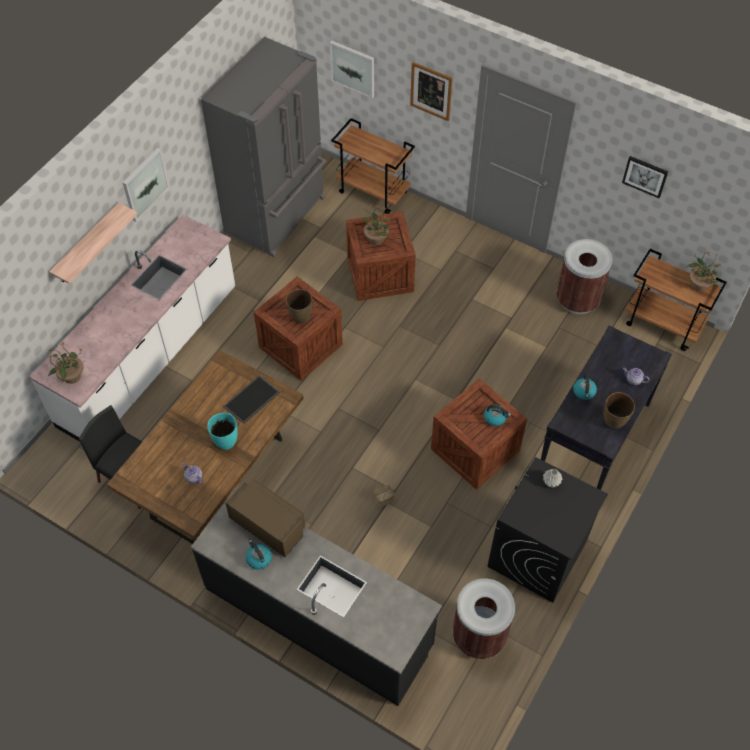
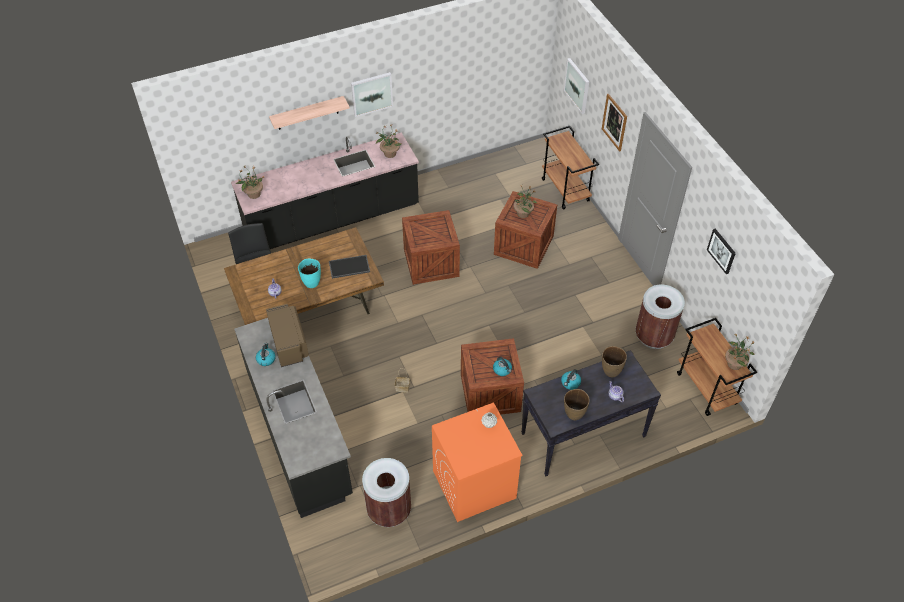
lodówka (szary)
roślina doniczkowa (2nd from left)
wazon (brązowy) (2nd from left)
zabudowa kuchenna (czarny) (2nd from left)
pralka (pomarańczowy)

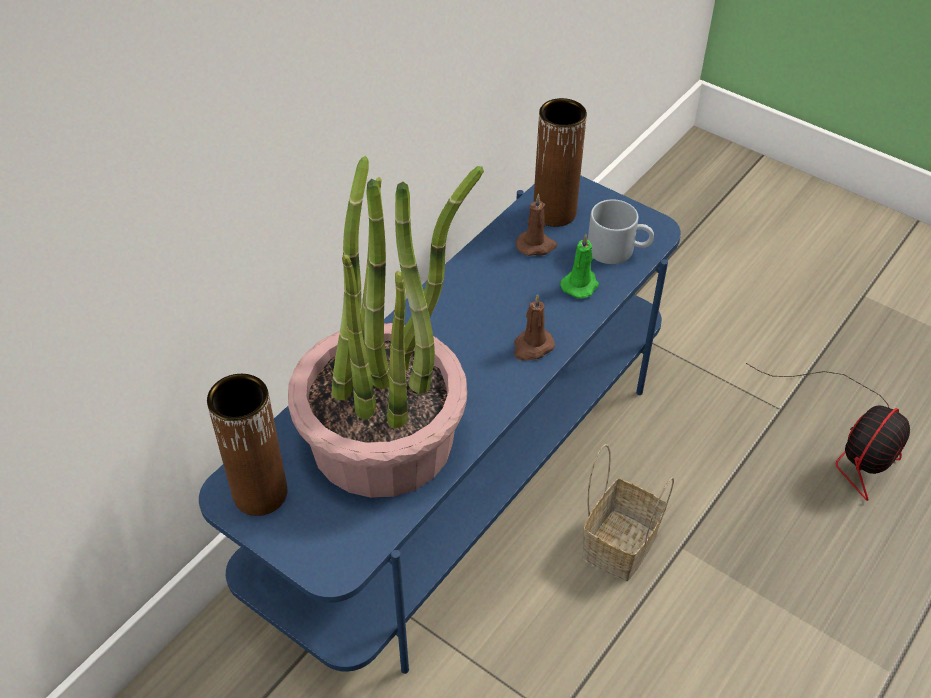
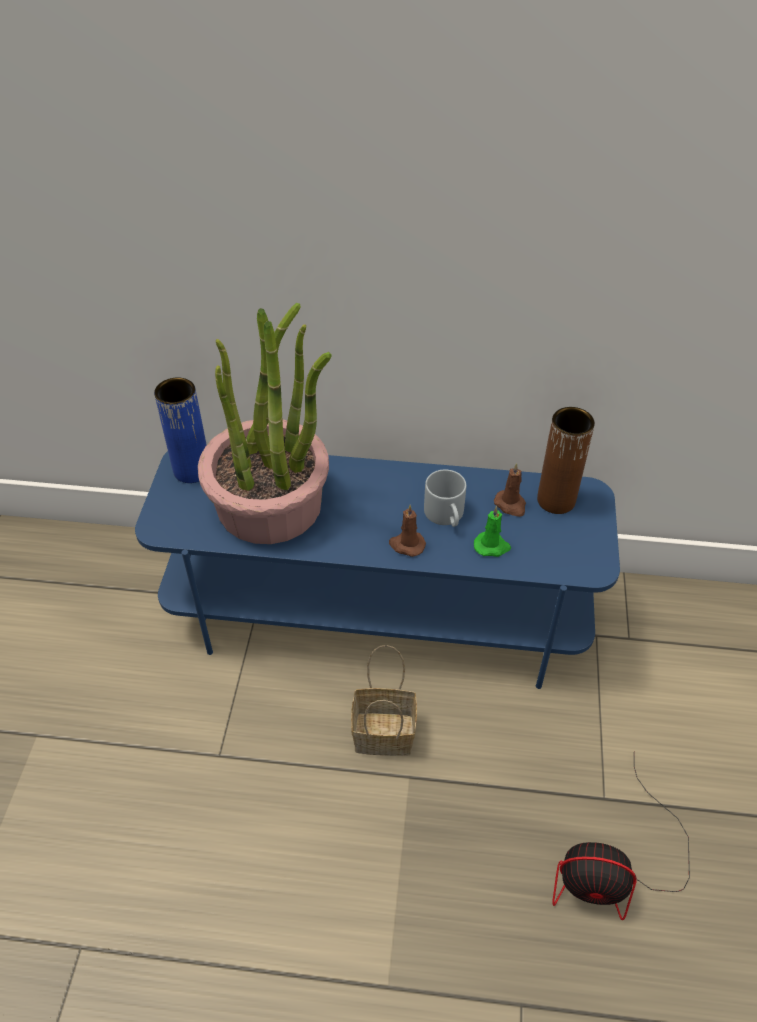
kubek (szary)
wazon (niebieski)

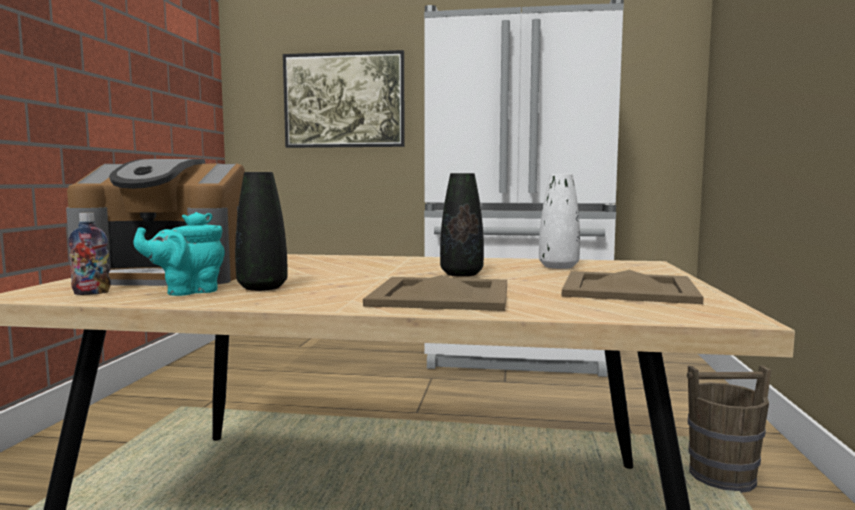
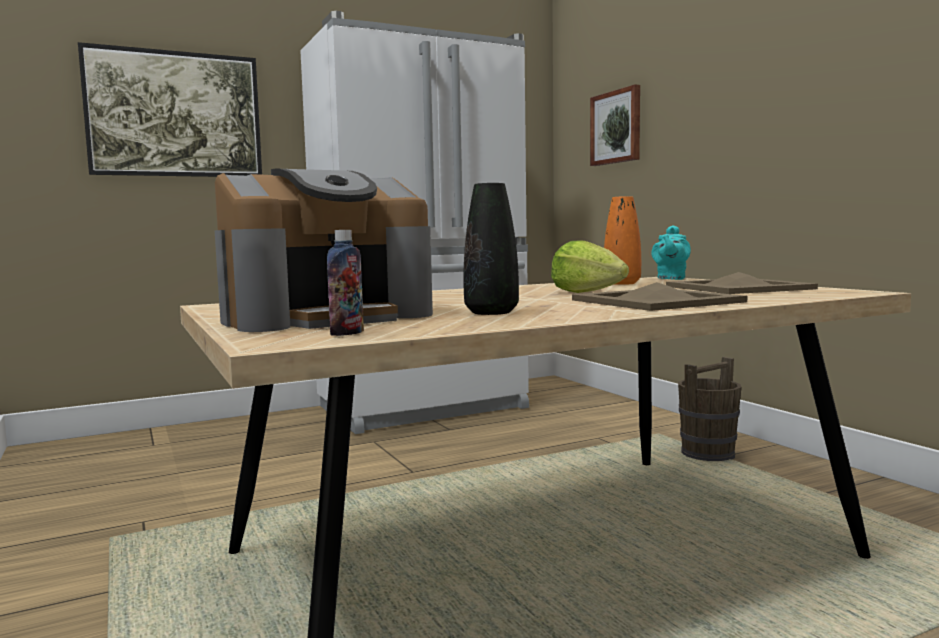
obraz (2nd from left)
imbryk (turkusowy)
sałata
wazon (pomarańczowy)

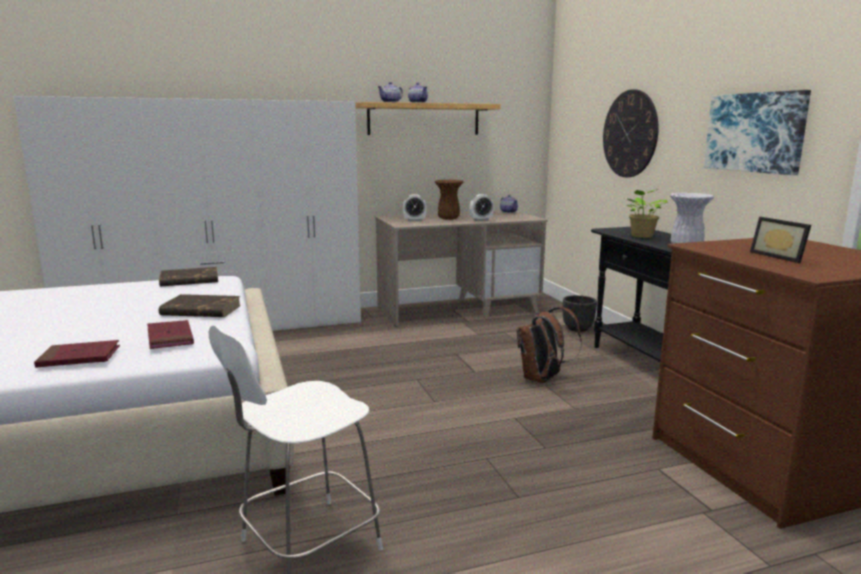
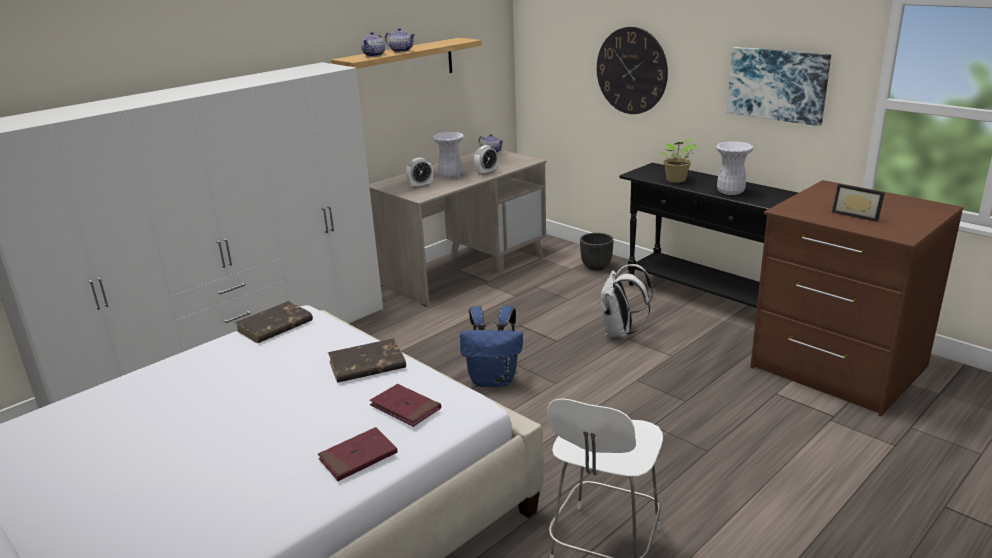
plecak (niebieski)
wazon (biały) (1st from left)
plecak (biały)

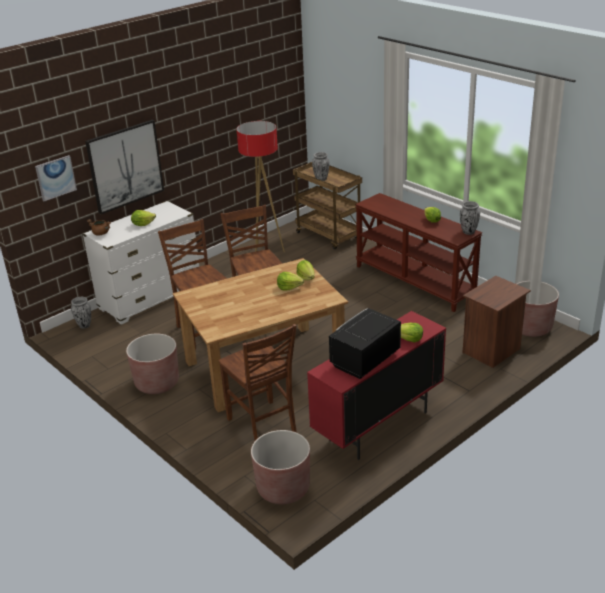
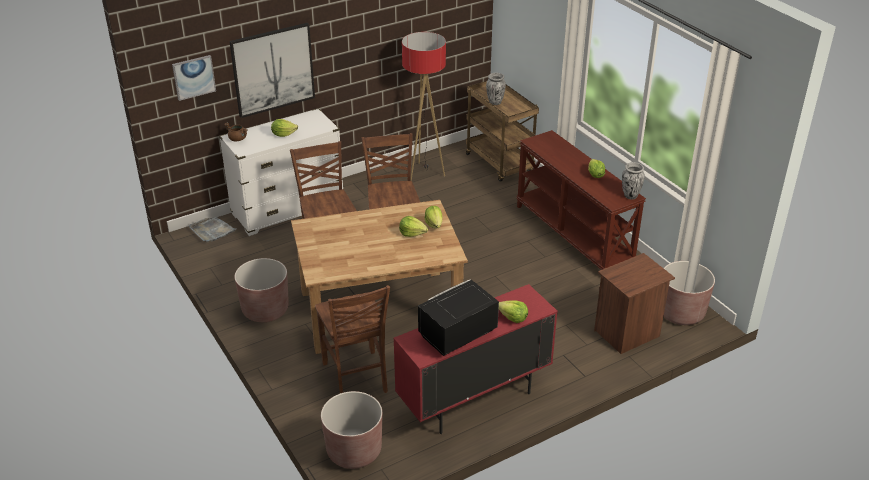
taca (szary)

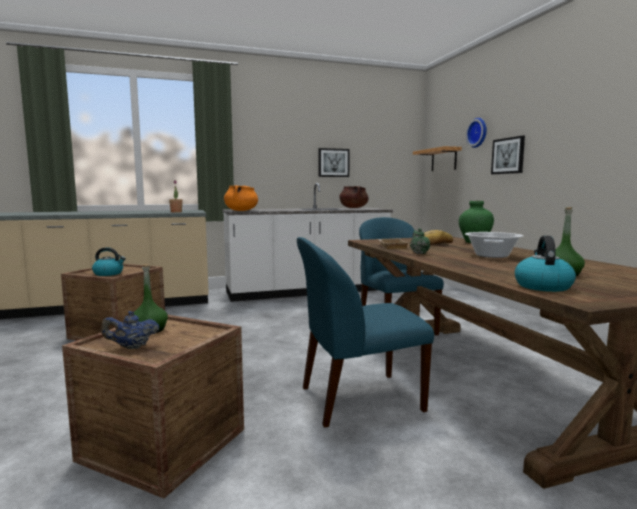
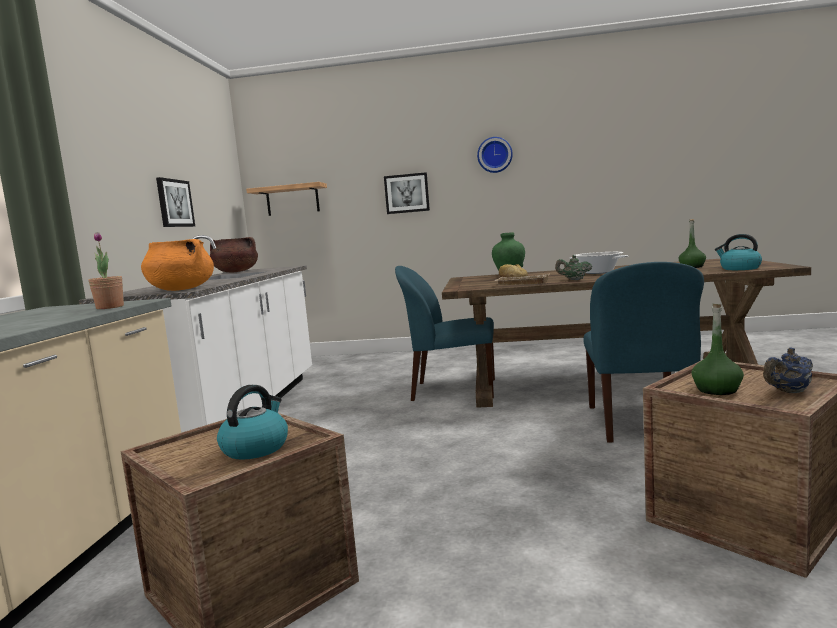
zegar ścienny
imbryk (niebieski)

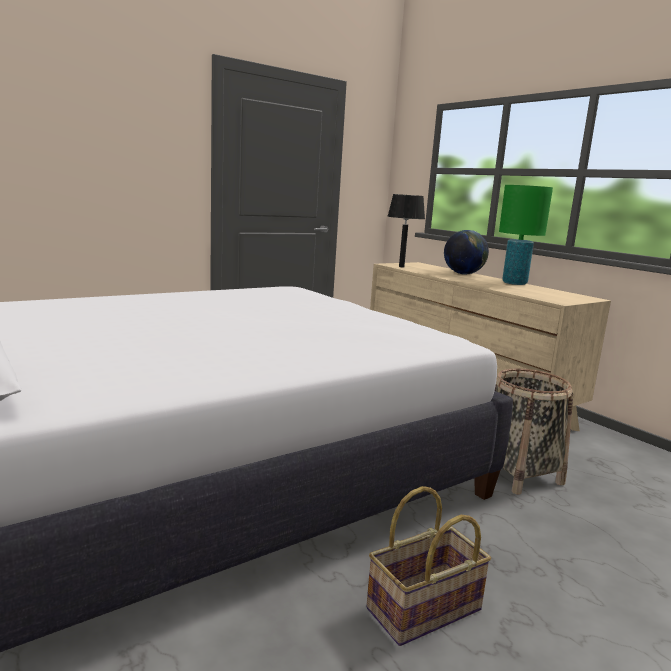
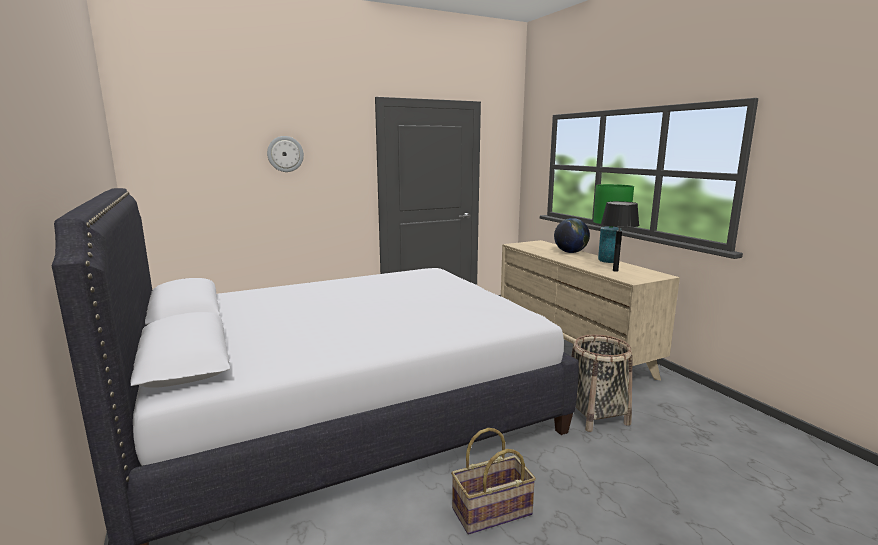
zegar ścienny
lampa stołowa (czarny)

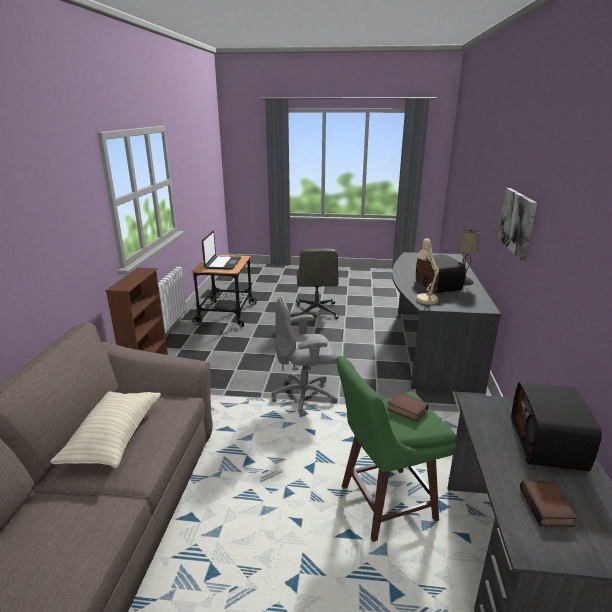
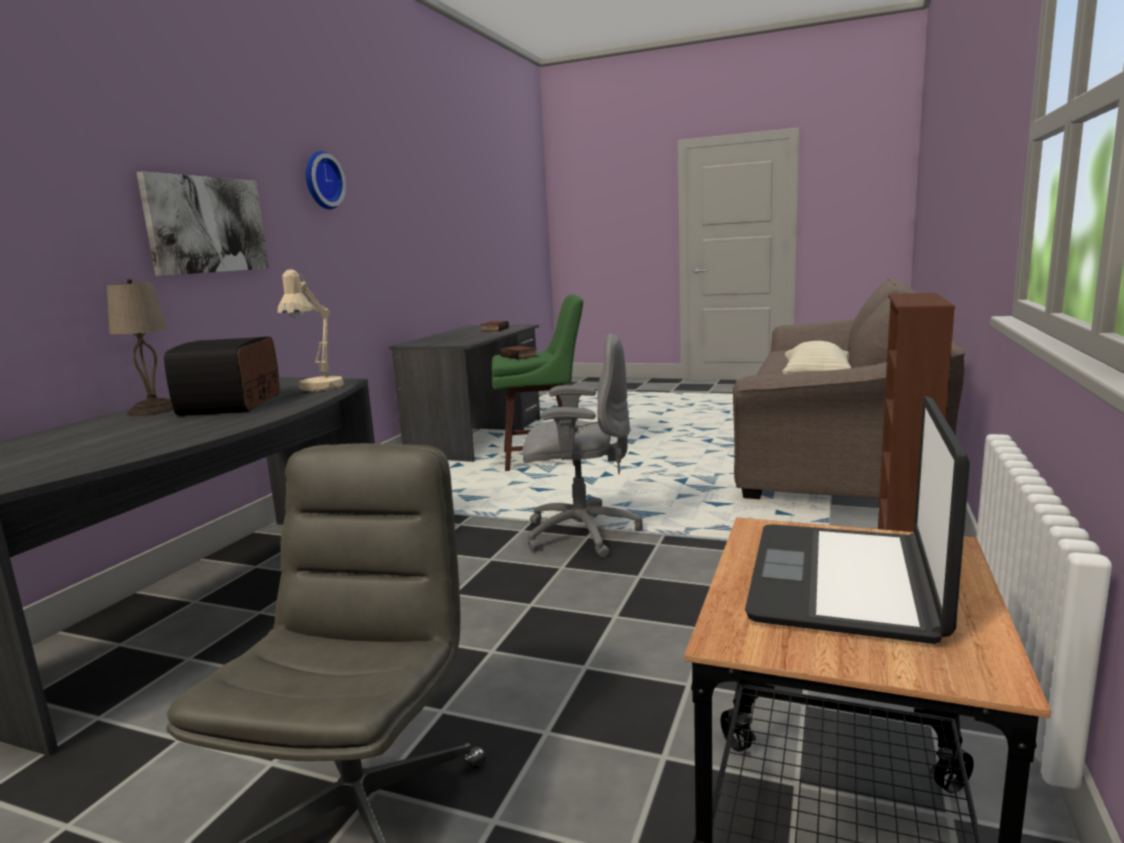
radio (2nd from left in the first image)
zegar ścienny

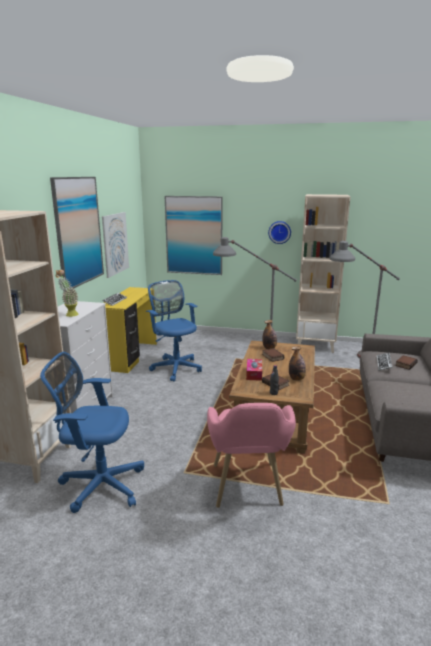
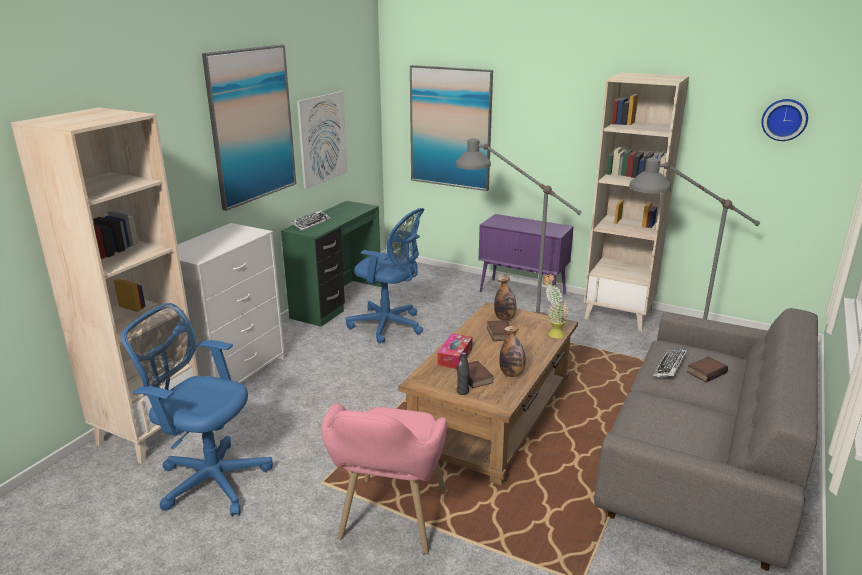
szafka (fioletowy)
roślina doniczkowa
zegar ścienny
biurko (zielony)
krzesło biurowe (niebieski) (2nd from left)

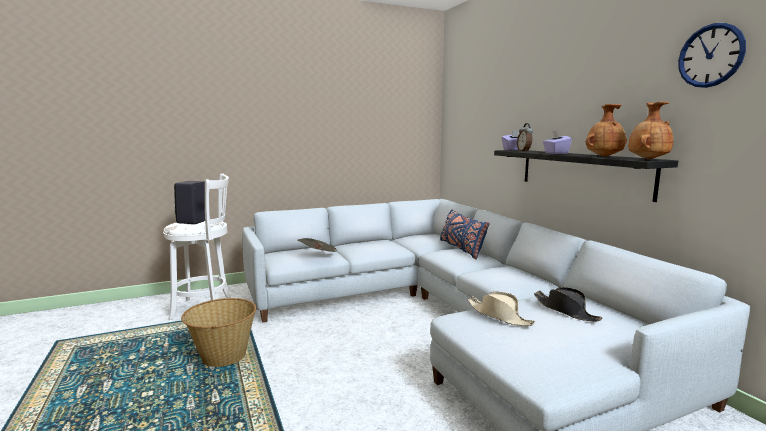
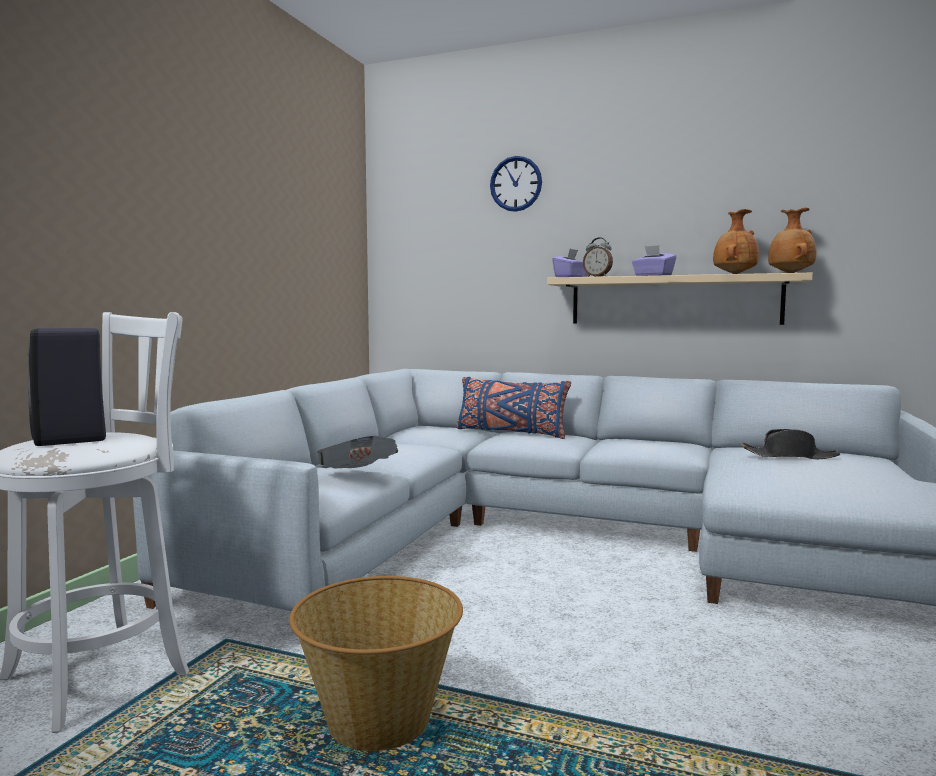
kapelusz (beżowy)
zegar ścienny
półka (beżowy)

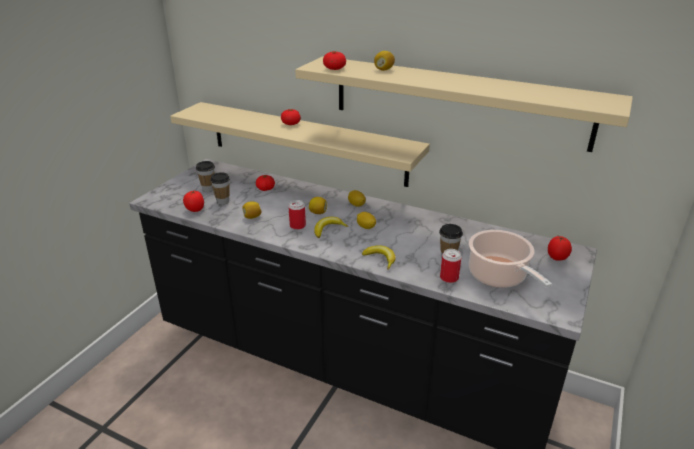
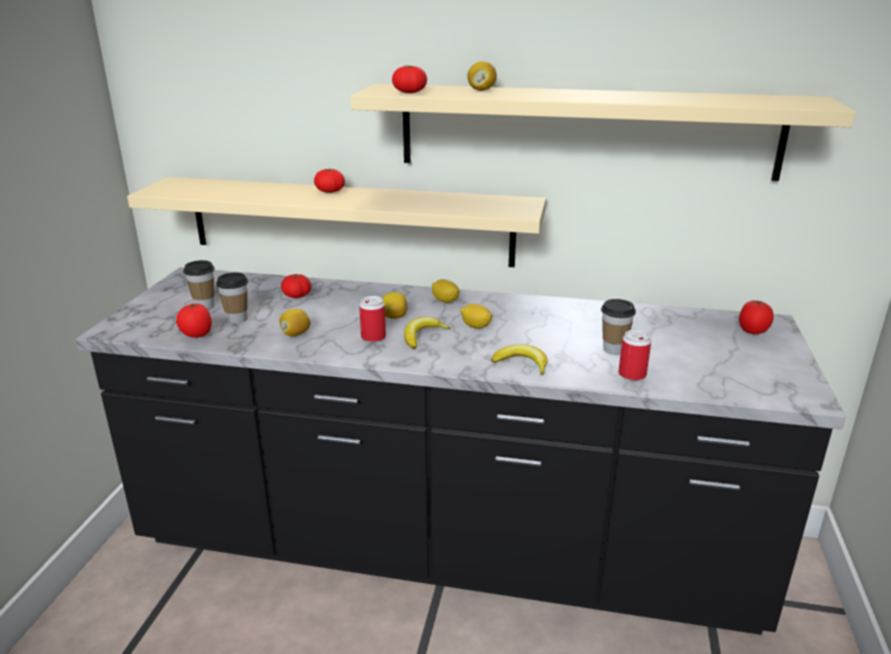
garnek

